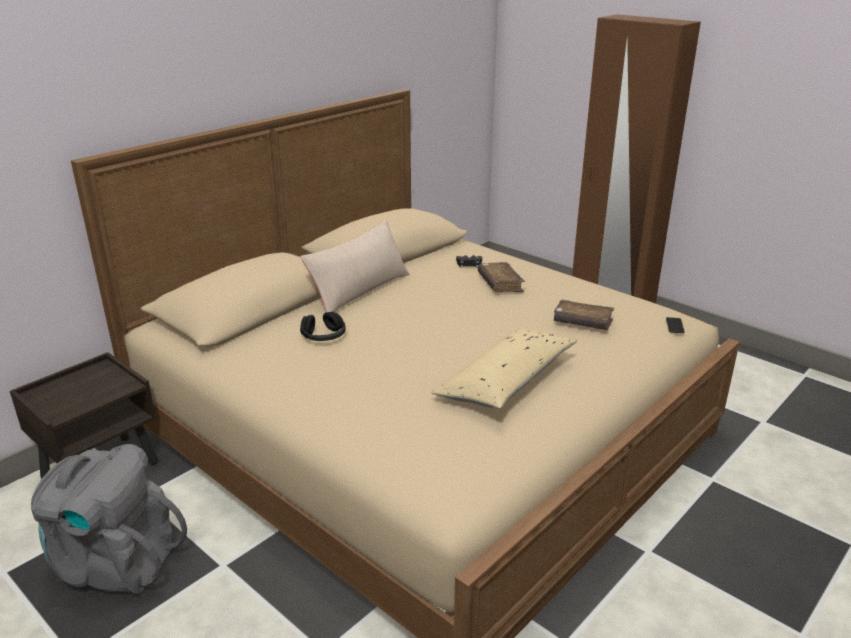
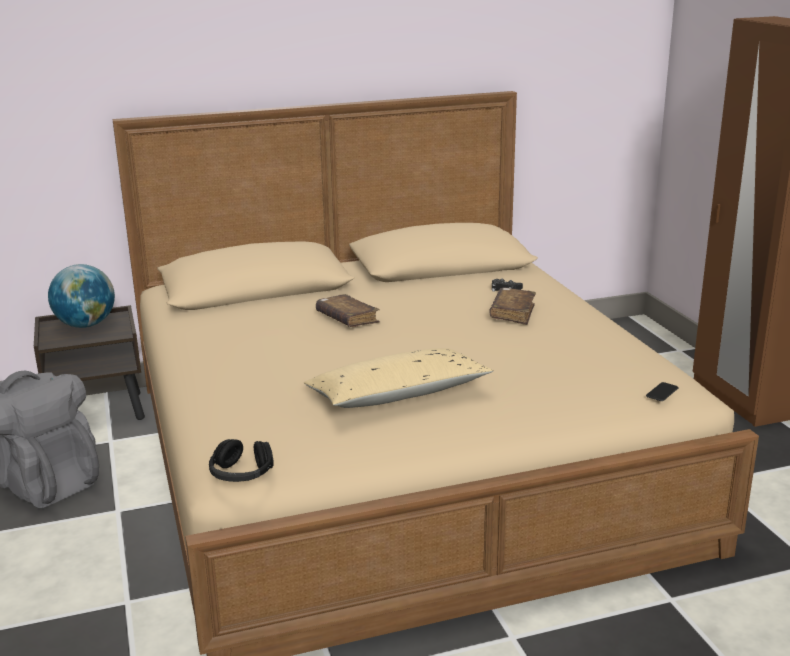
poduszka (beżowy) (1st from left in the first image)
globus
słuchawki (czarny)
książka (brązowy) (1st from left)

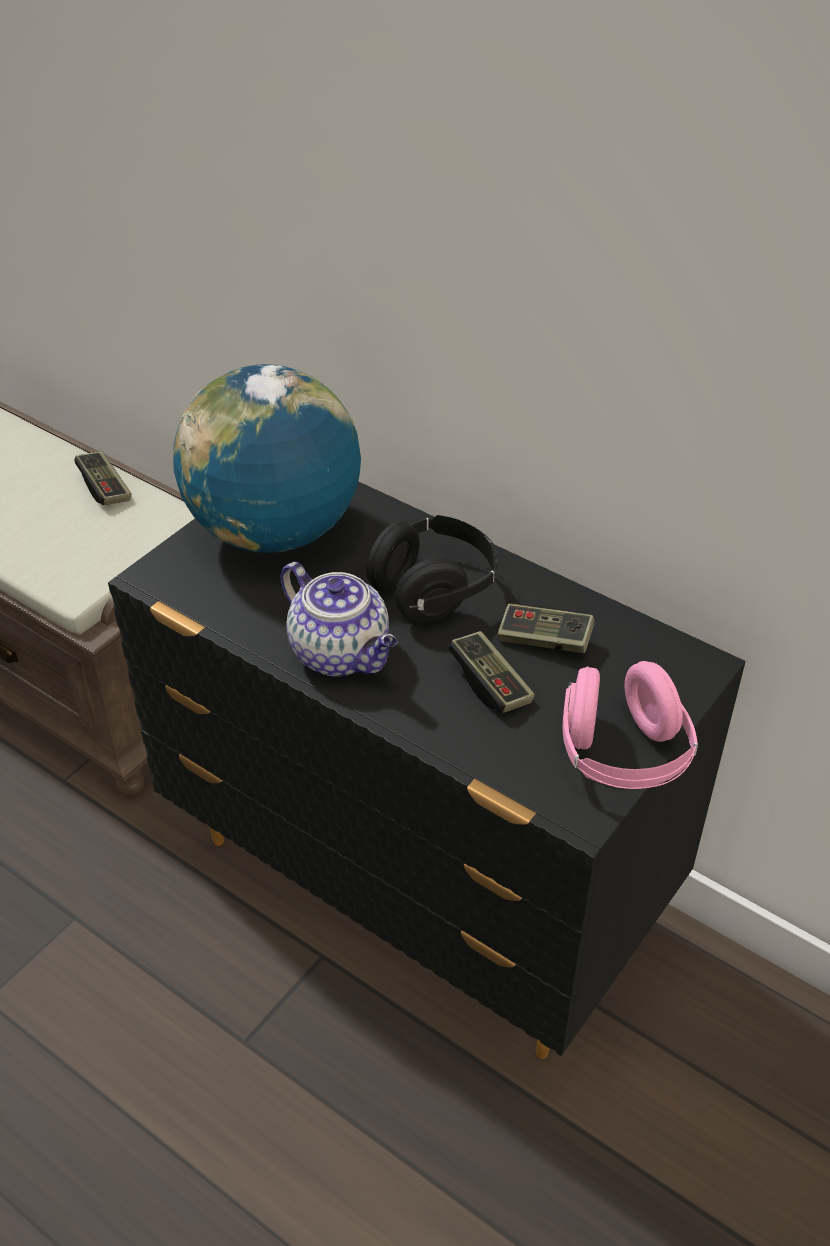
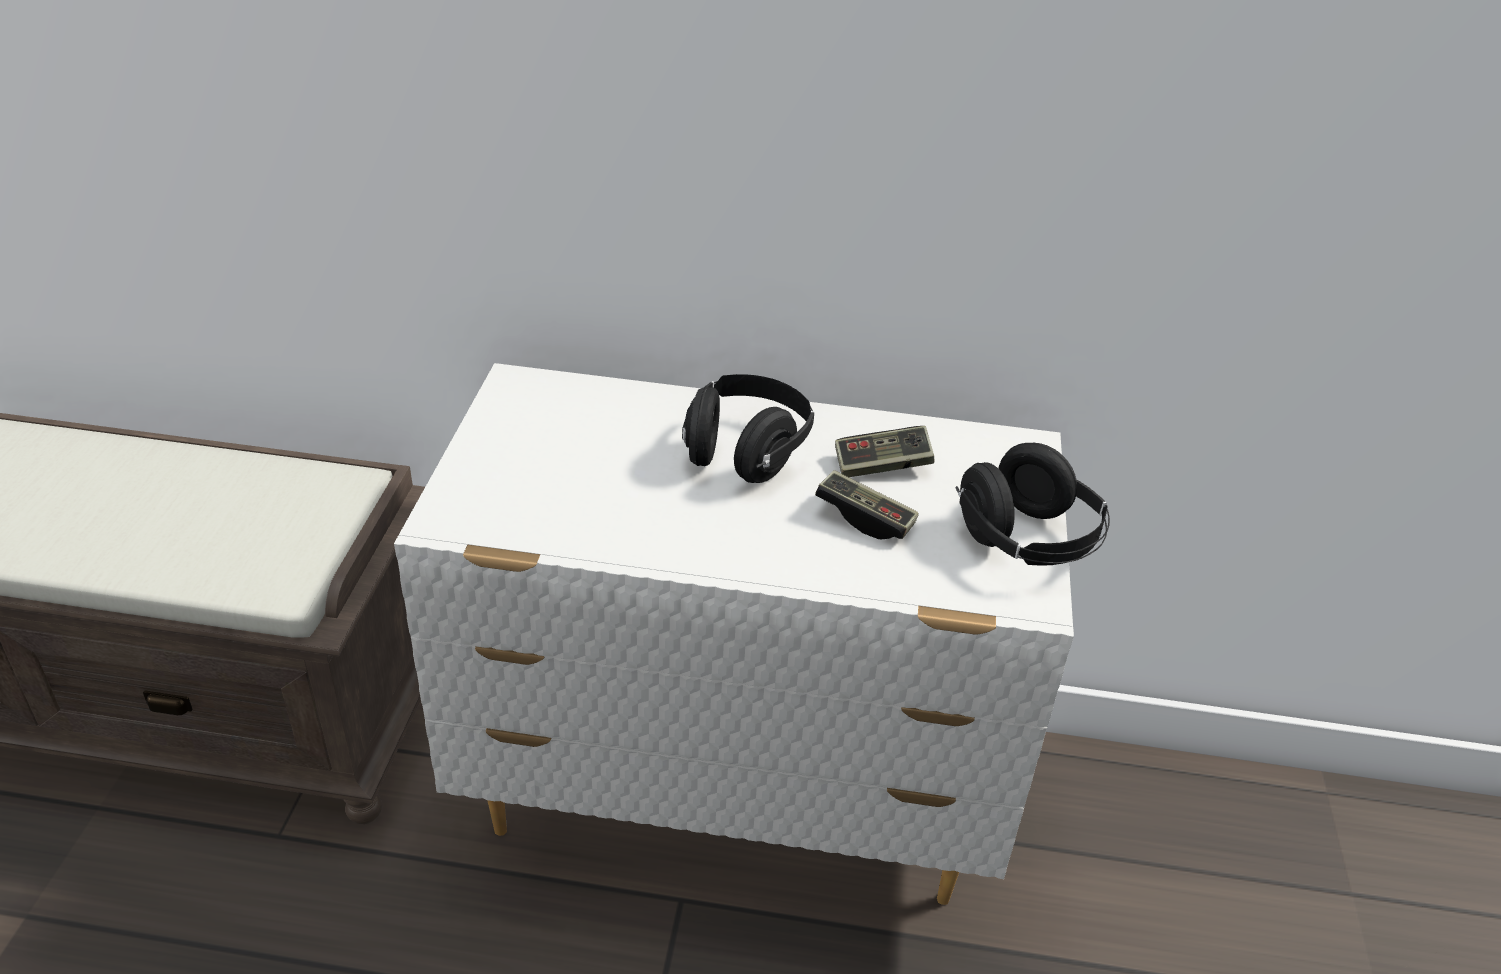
pad do gier (1st from left in the first image)
globus
imbryk
komoda (biały)
słuchawki (czarny) (2nd from left)

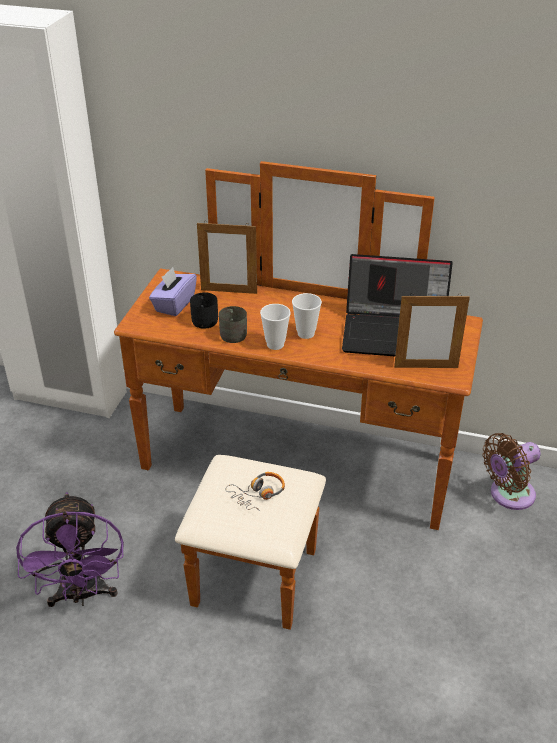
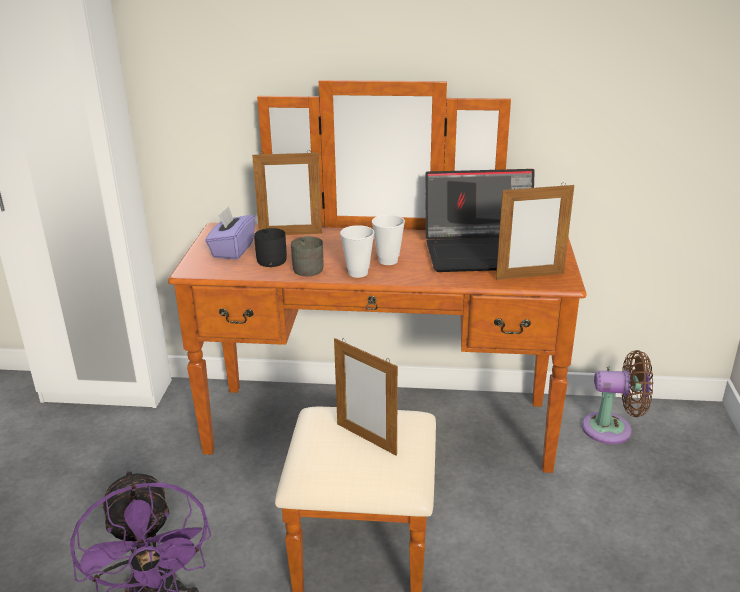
ramka na zdjęcie (2nd from left)
wentylator (brązowy)

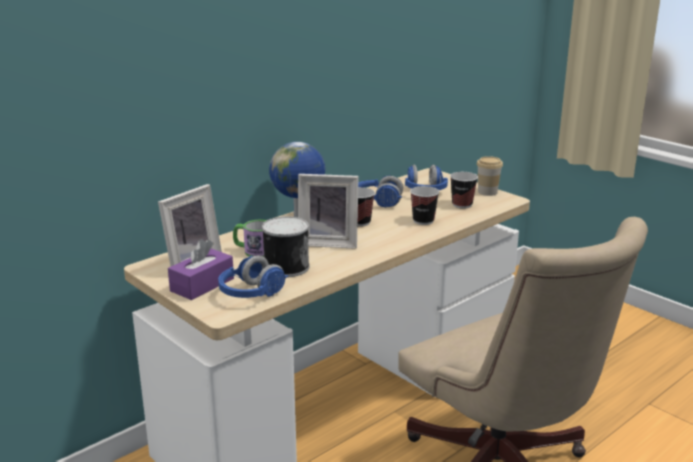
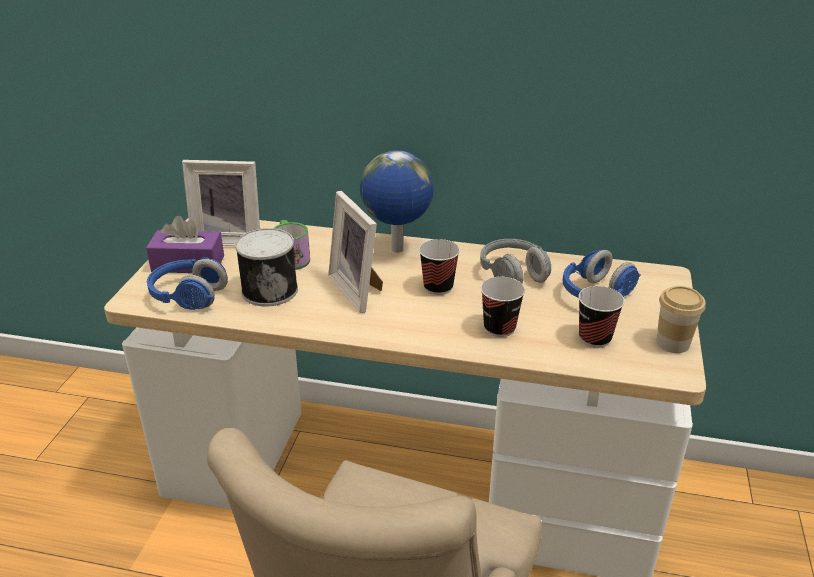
słuchawki (szary)

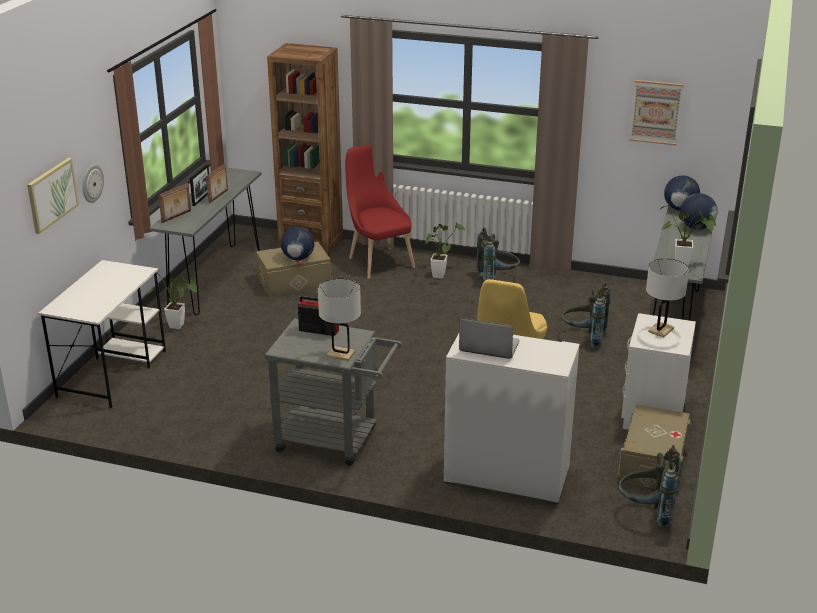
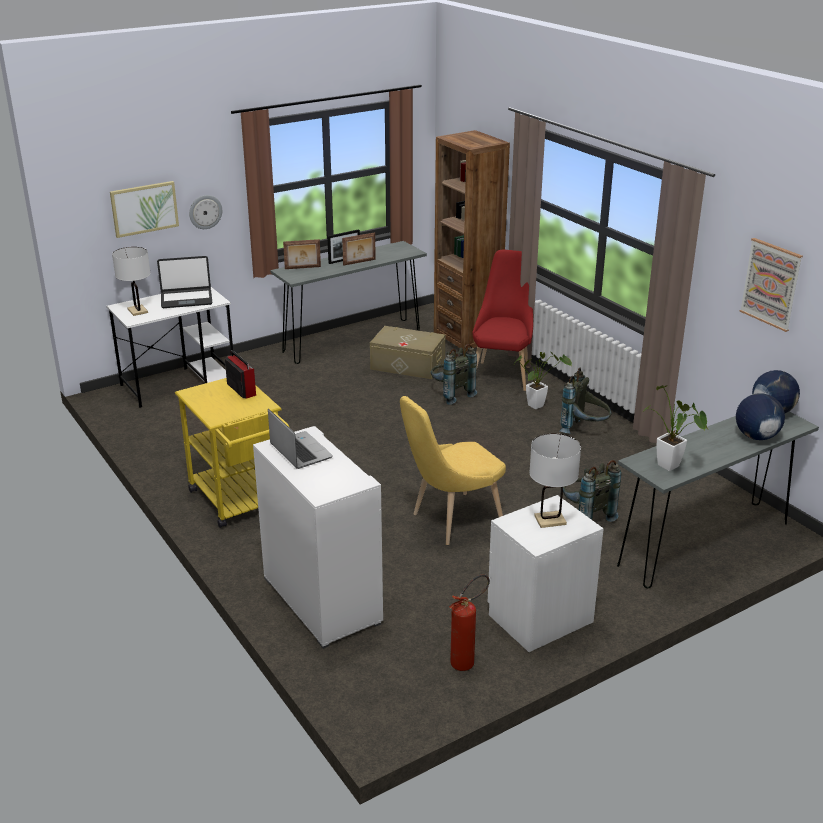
roślina doniczkowa (1st from left in the first image)
globus (1st from left in the first image)
laptop (1st from left)
lampa stołowa (biały) (1st from left)
plecak (szary) (1st from left)
gaśnica
wózek (żółty)

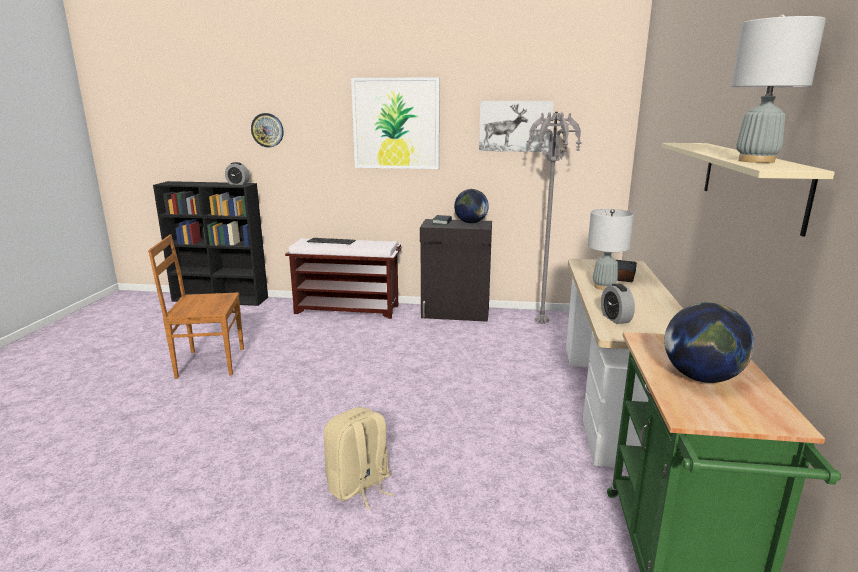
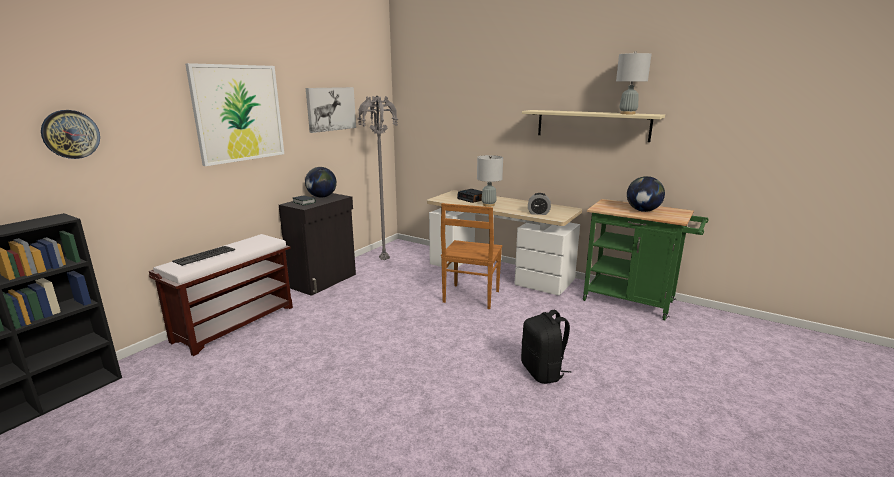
budzik (1st from left in the first image)
krzesło (brązowy)
plecak (czarny)

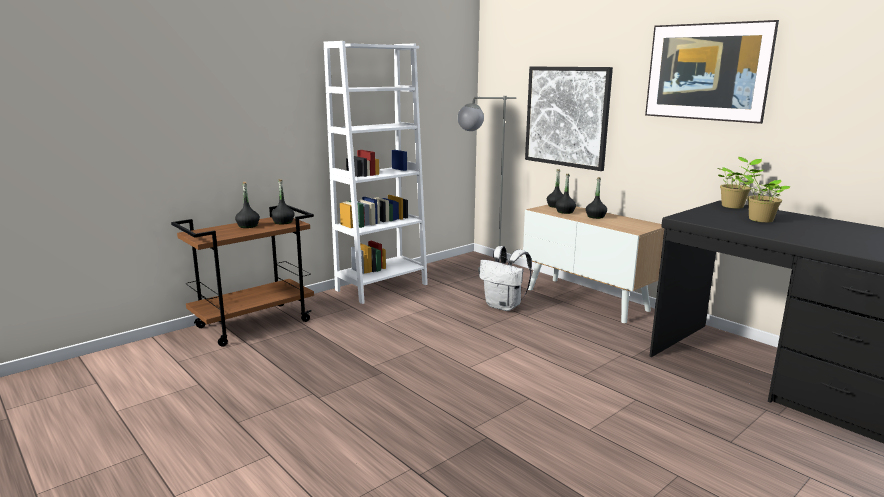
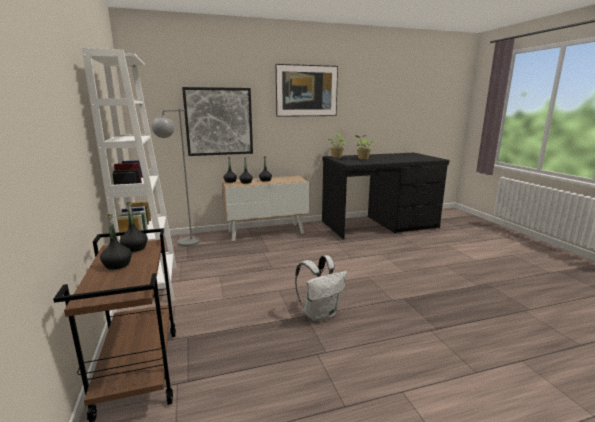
plecak (biały)

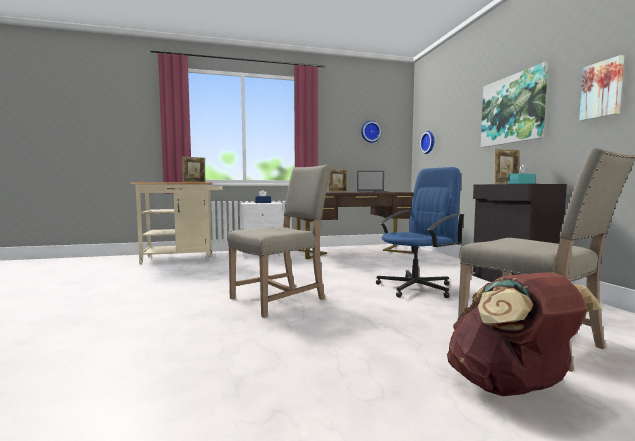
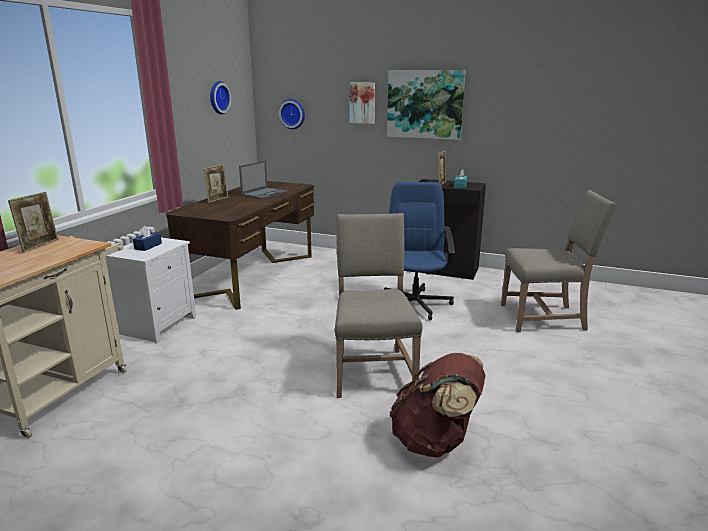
plecak (brązowy)
obraz (1st from left)

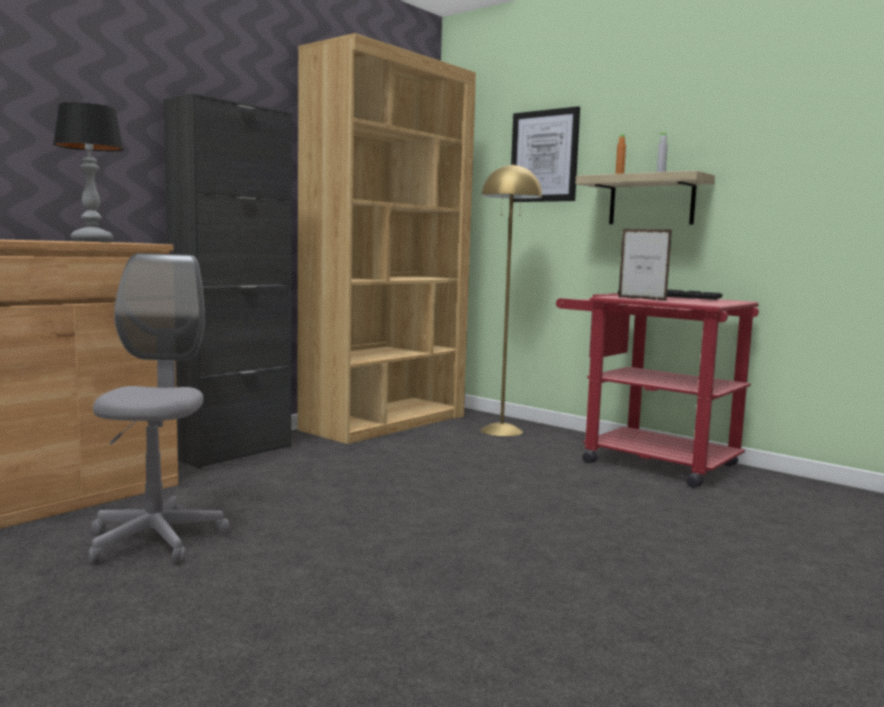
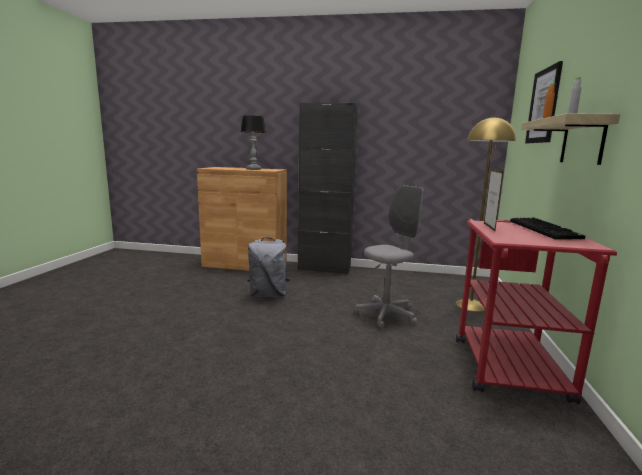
regał (brązowy)
plecak (szary)
krzesło biurowe (szary)

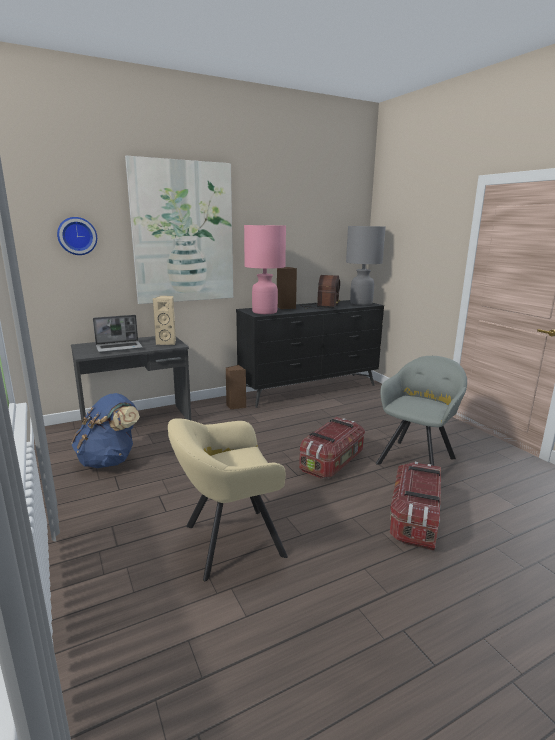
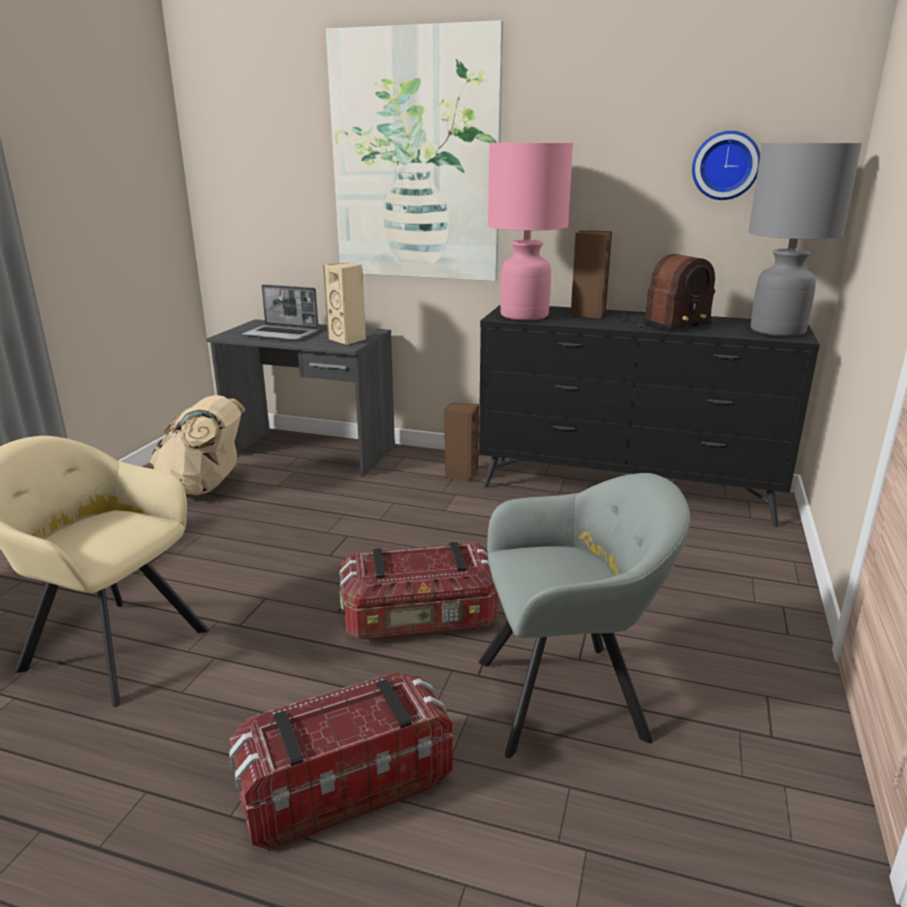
zegar ścienny
plecak (beżowy)

